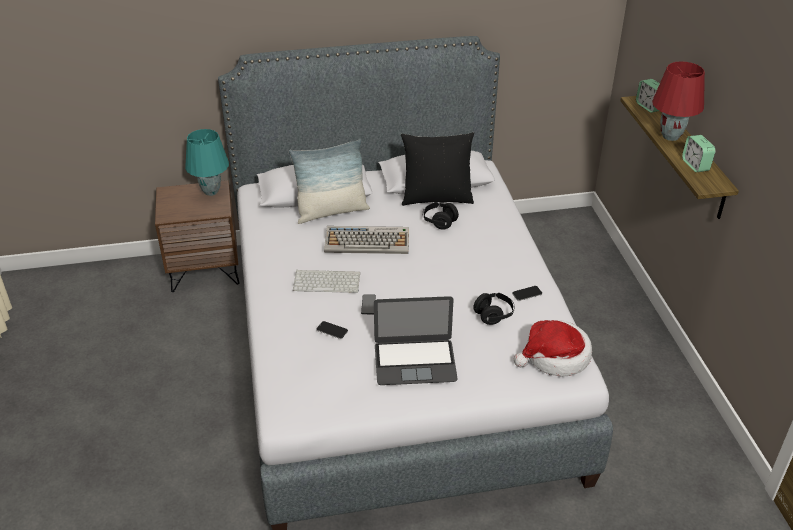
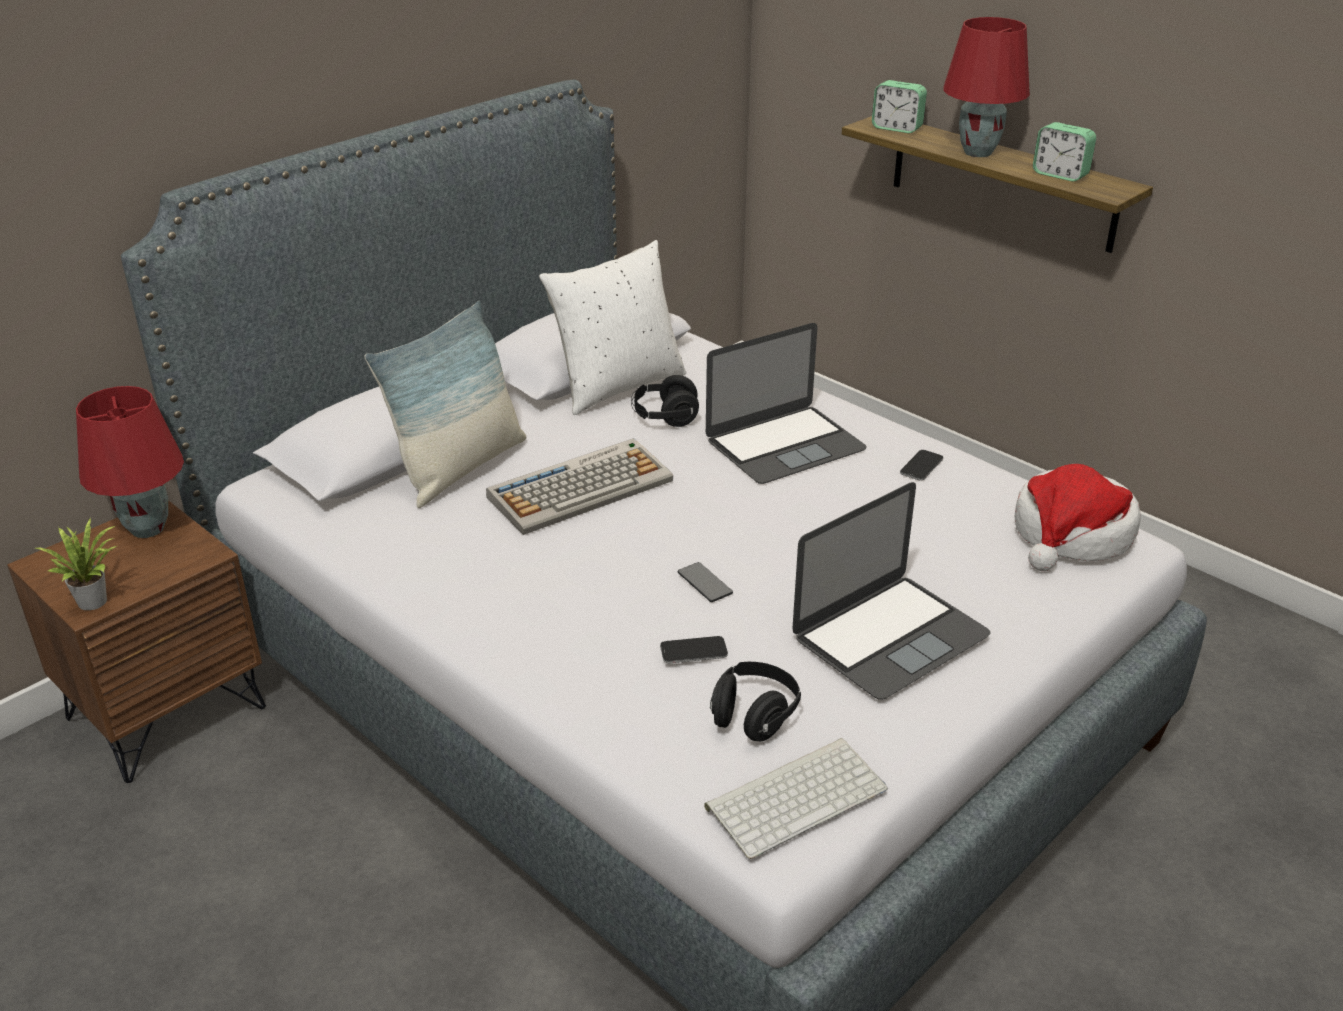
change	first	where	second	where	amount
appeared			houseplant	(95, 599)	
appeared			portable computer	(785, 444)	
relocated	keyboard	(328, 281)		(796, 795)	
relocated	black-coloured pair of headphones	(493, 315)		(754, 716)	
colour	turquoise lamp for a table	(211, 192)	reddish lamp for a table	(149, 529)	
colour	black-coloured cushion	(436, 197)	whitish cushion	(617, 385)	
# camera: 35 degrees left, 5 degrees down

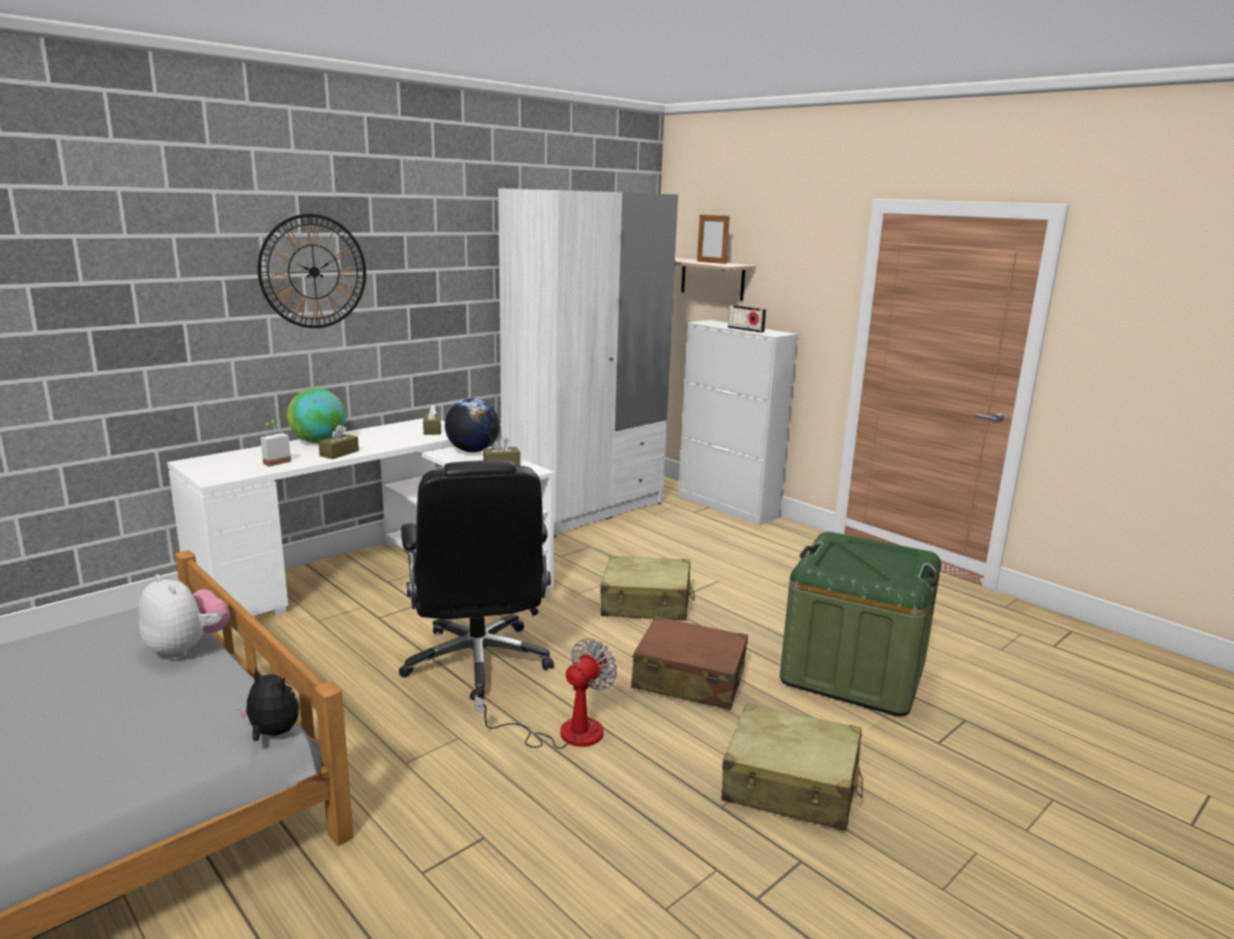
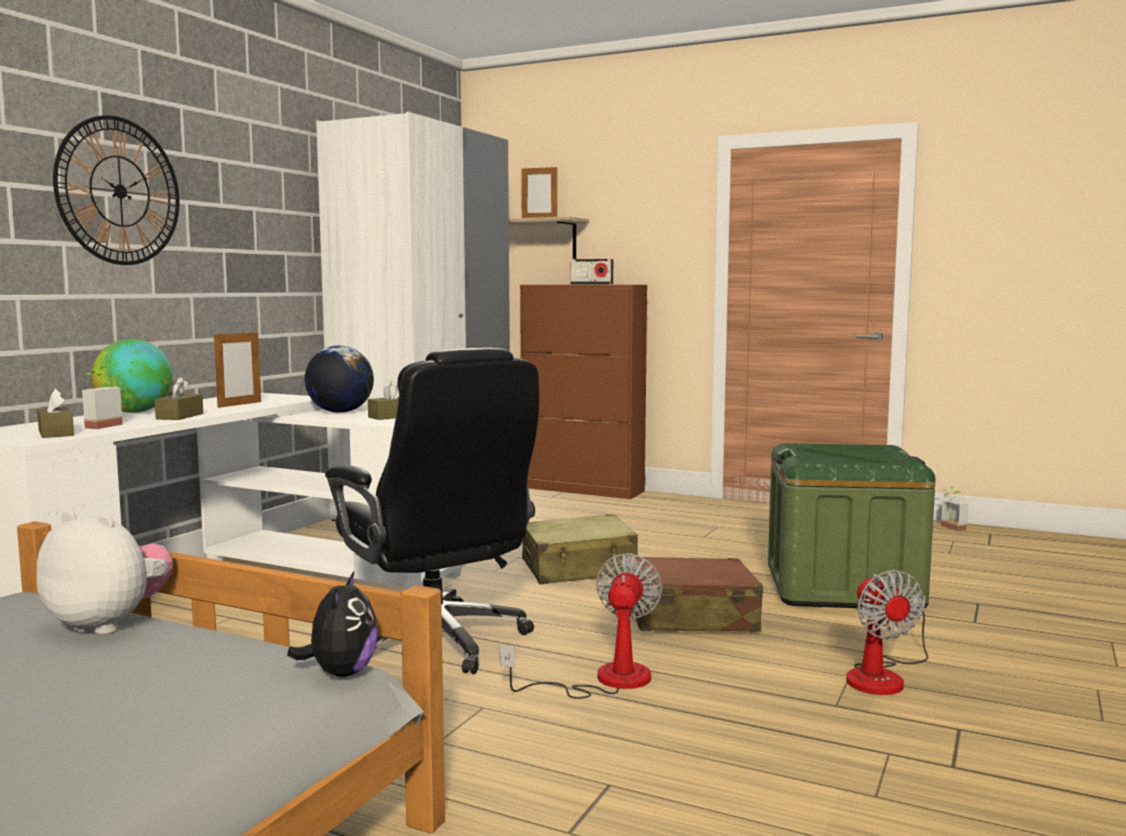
change	first	where	second	where	amount
appeared			photo frame	(239, 404)	
appeared			houseplant	(949, 528)	
relocated	brownish tissue box	(432, 430)		(56, 433)	
exchanged	beige-coloured piece of luggage	(791, 785)	cooling fan	(883, 676)	
colour	whitish storage cabinet	(728, 506)	brownish storage cabinet	(582, 489)	
spun	plush toy	(272, 734)		(341, 673)	90 degrees clockwise
# camera: 20 degrees left, 10 degrees down

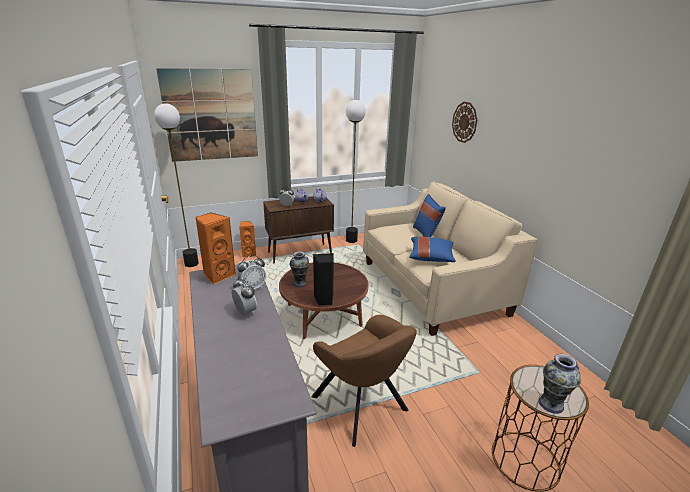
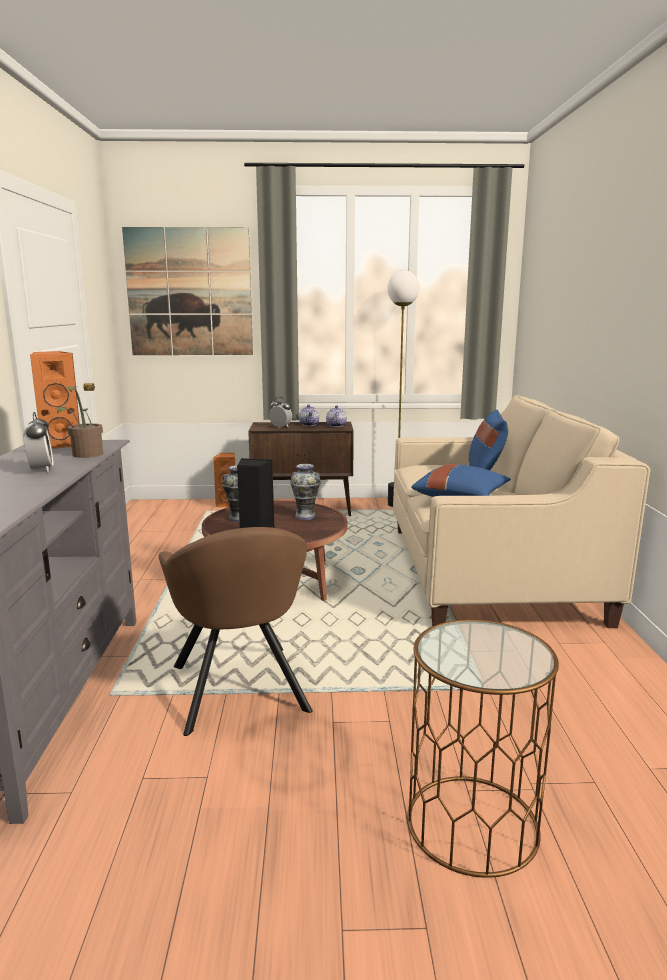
change	first	where	second	where	amount
missing	floor lamp	(191, 263)			
missing	clock on the wall	(464, 122)			
relocated	flower vase	(551, 404)		(305, 516)	
exchanged	bedside clock	(253, 287)	houseplant	(85, 455)	
# camera: 20 degrees right, 10 degrees down

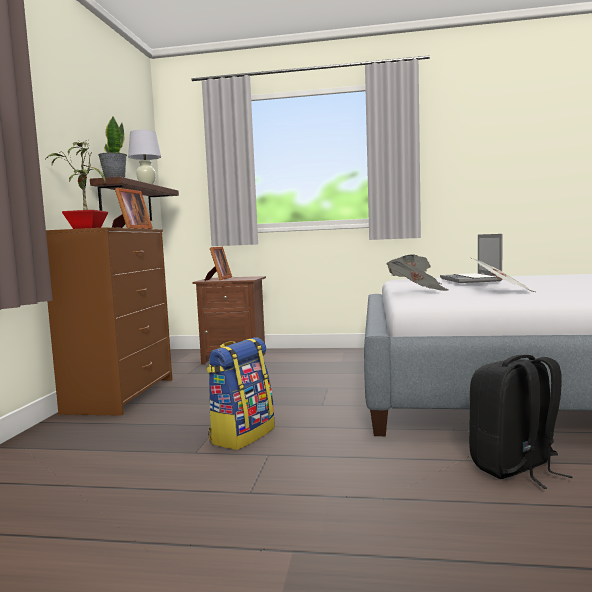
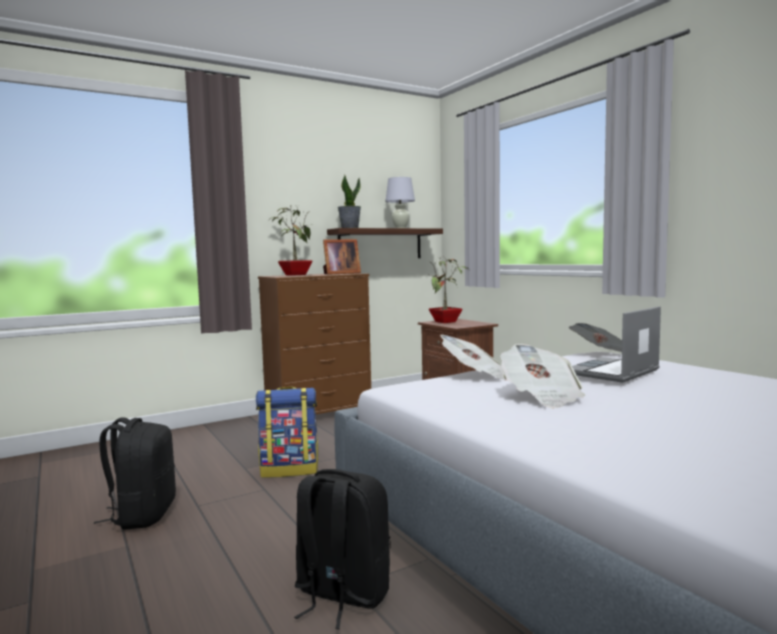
change	first	where	second	where	amount
appeared			black-coloured backpack	(142, 515)	
exchanged	photo frame	(218, 279)	houseplant	(446, 322)	
# camera: 50 degrees right, 0 degrees up

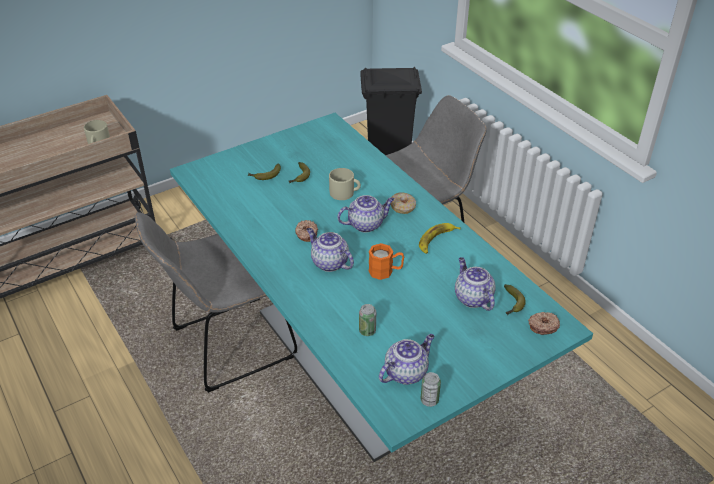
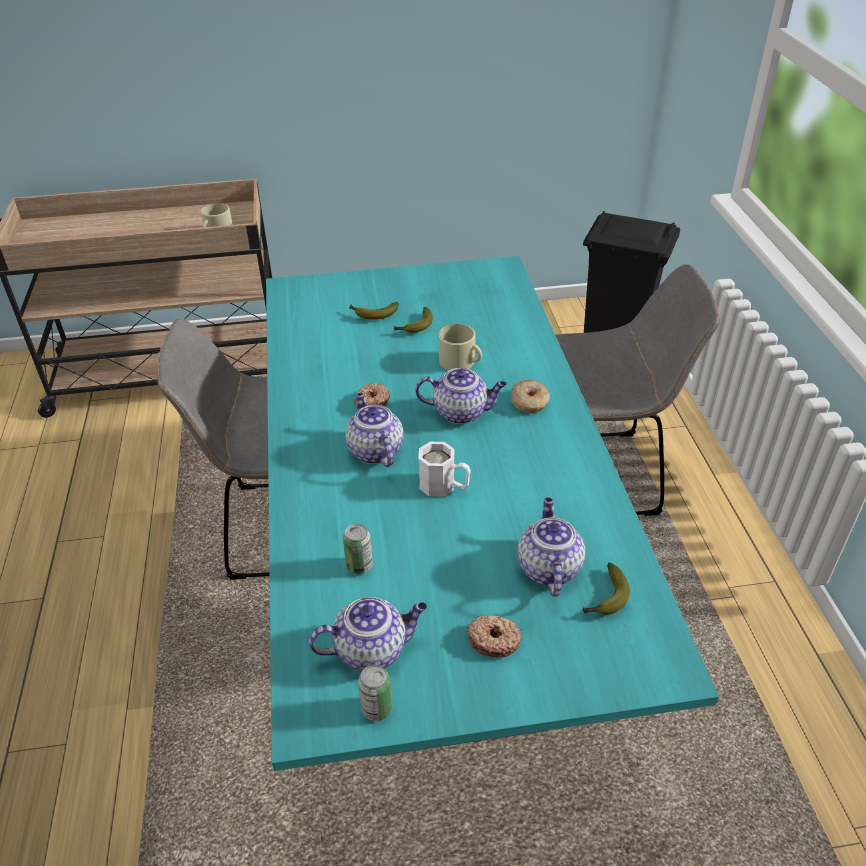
change	first	where	second	where	amount
missing	banana fruit	(436, 240)			
relocated	ring doughnut	(543, 326)		(494, 640)	
colour	orange-coloured coffee mug	(385, 271)	whitish coffee mug	(444, 486)	
# camera: 25 degrees right, 0 degrees up

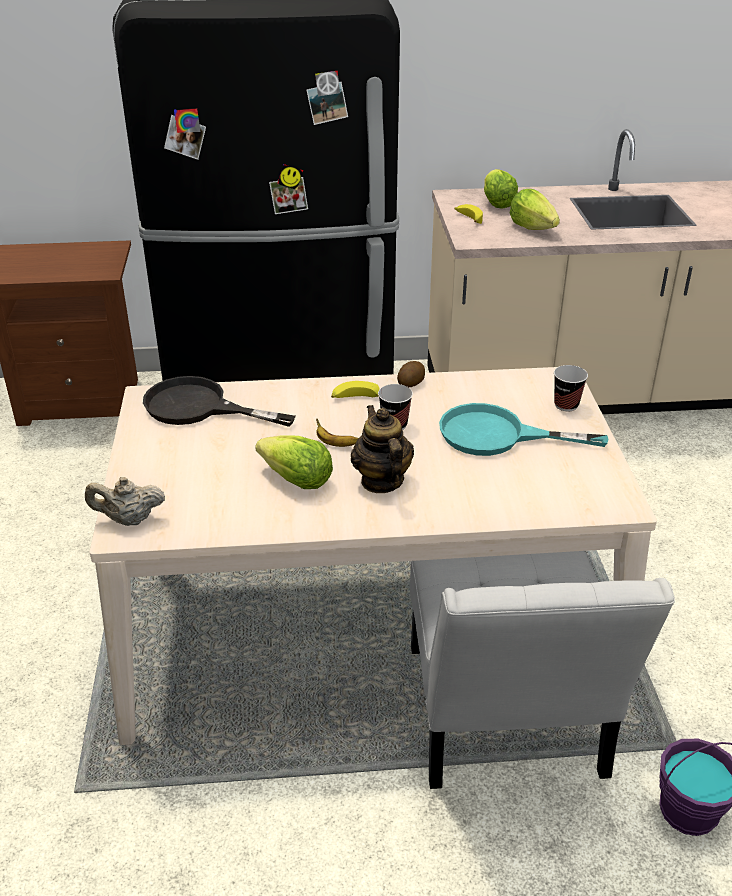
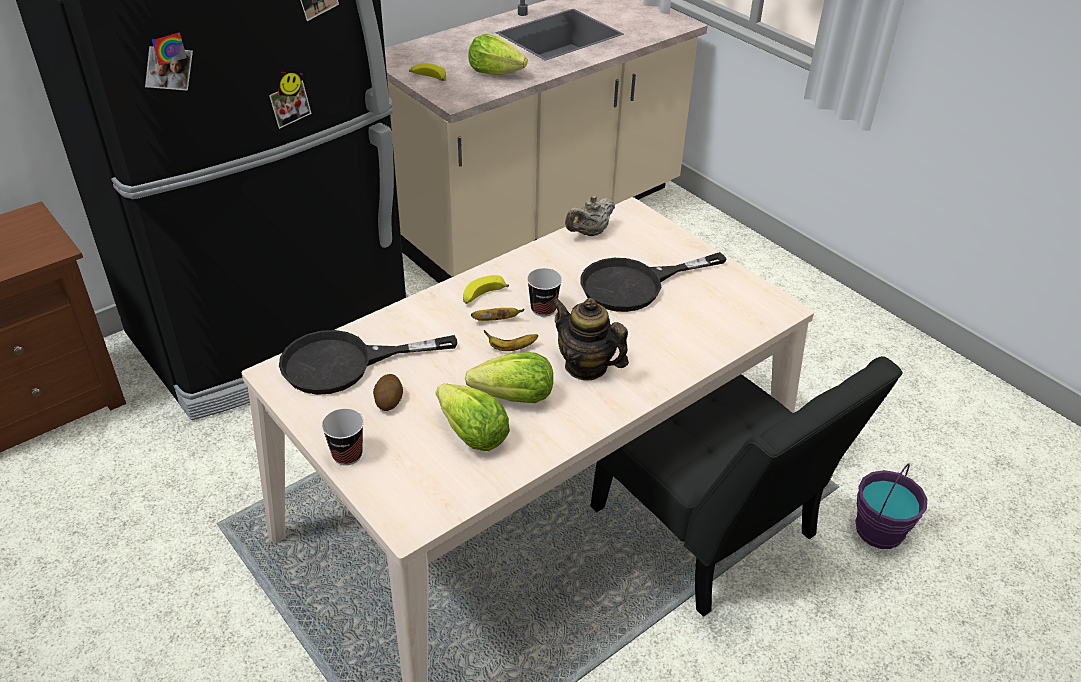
change	first	where	second	where	amount
appeared			banana fruit	(496, 320)	
relocated	beige-coloured teapot	(129, 520)		(589, 233)	
relocated	spud	(411, 383)		(389, 401)	
relocated	head of lettuce	(497, 204)		(472, 435)	
relocated	small cup	(566, 405)		(347, 455)	
colour	whitish upright chair	(505, 721)	black-coloured upright chair	(710, 531)	
colour	turquoise skillet	(497, 435)	black-coloured skillet	(635, 285)	
# camera: 35 degrees left, 5 degrees up

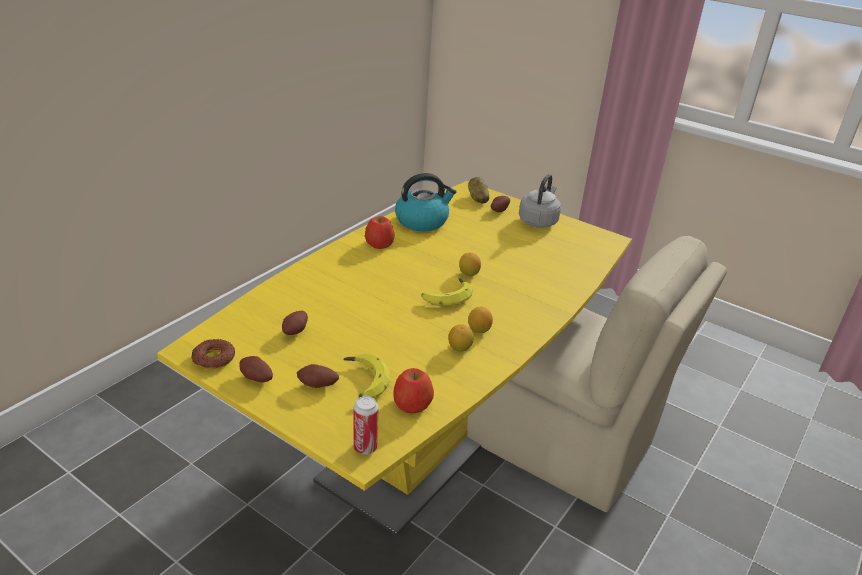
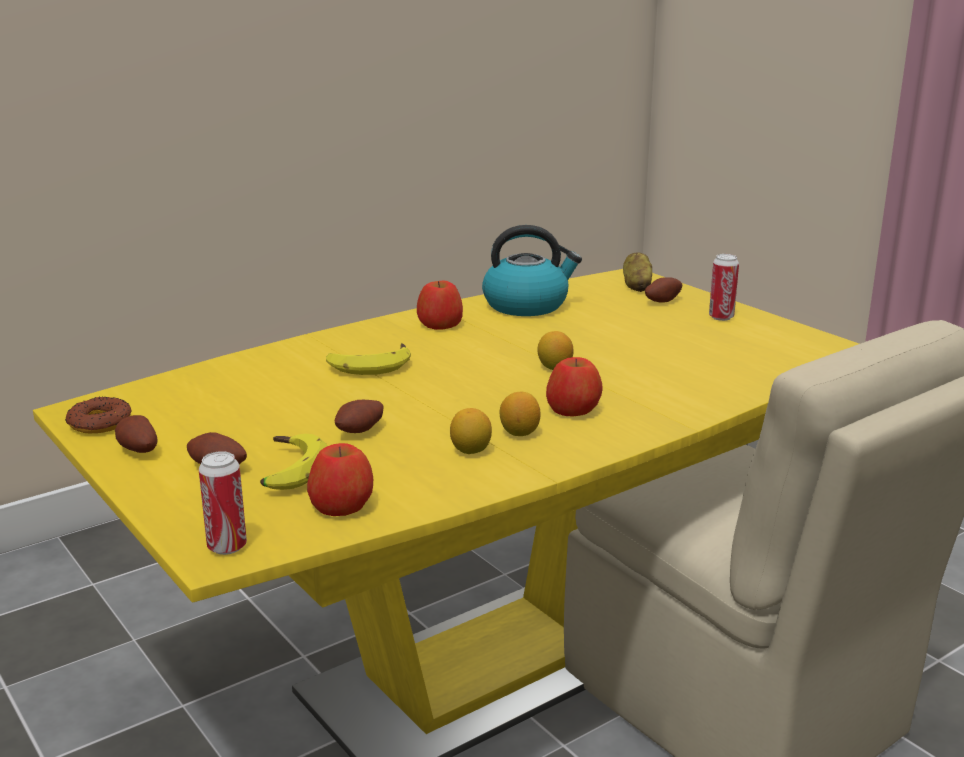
change	first	where	second	where	amount
appeared			apple fruit	(573, 410)	
relocated	spud	(296, 331)		(361, 432)	
relocated	banana fruit	(446, 296)		(369, 365)	
exchanged	greyish water kettle	(538, 221)	can	(721, 317)	
# camera: 20 degrees right, 10 degrees down

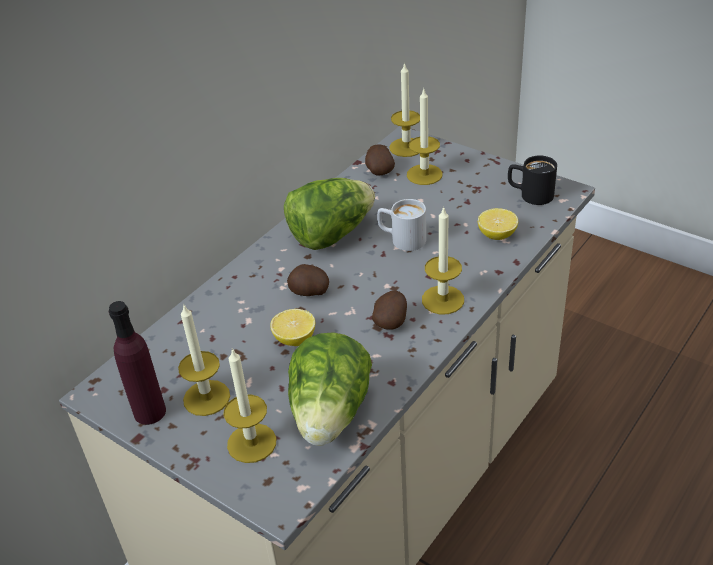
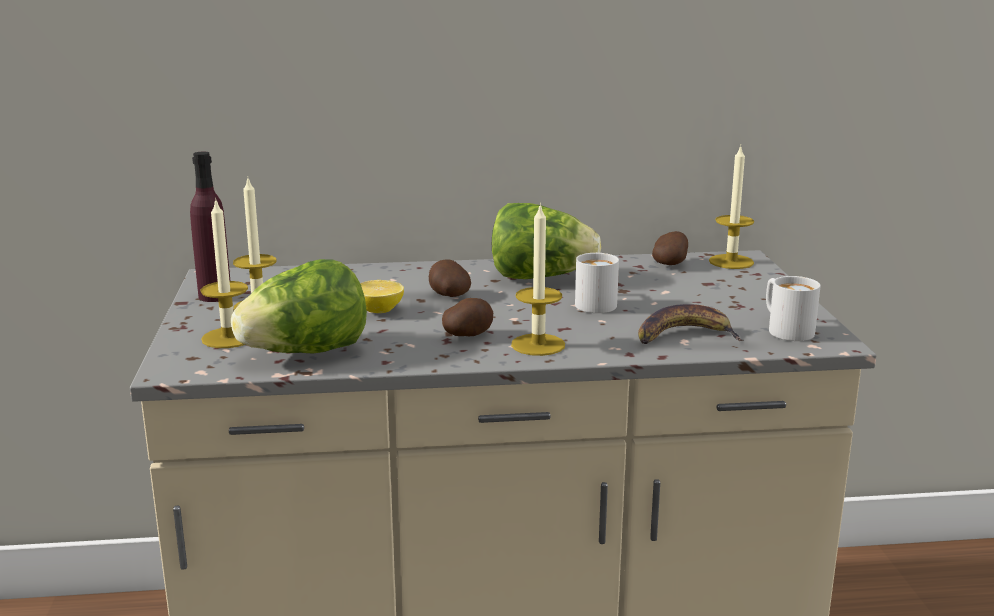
change	first	where	second	where	amount
missing	wax candle	(424, 174)			
exchanged	citrus fruit	(497, 235)	banana fruit	(685, 336)	
colour	black-coloured coffee mug	(530, 194)	whitish coffee mug	(785, 329)	
# camera: 45 degrees right, 20 degrees down

